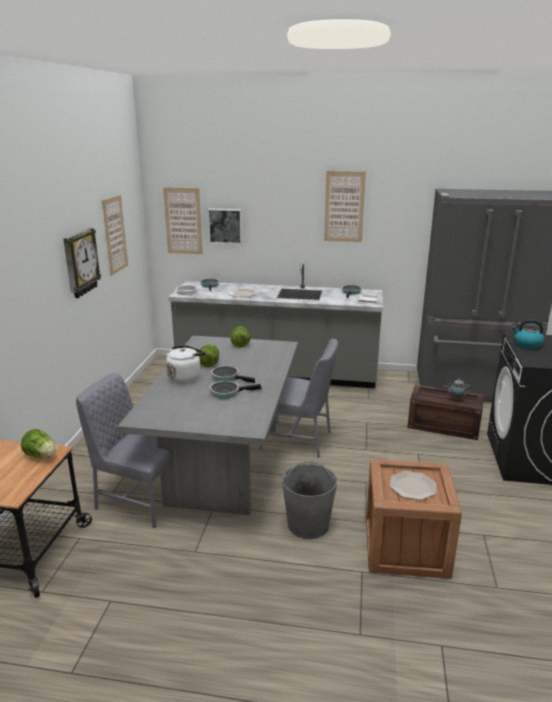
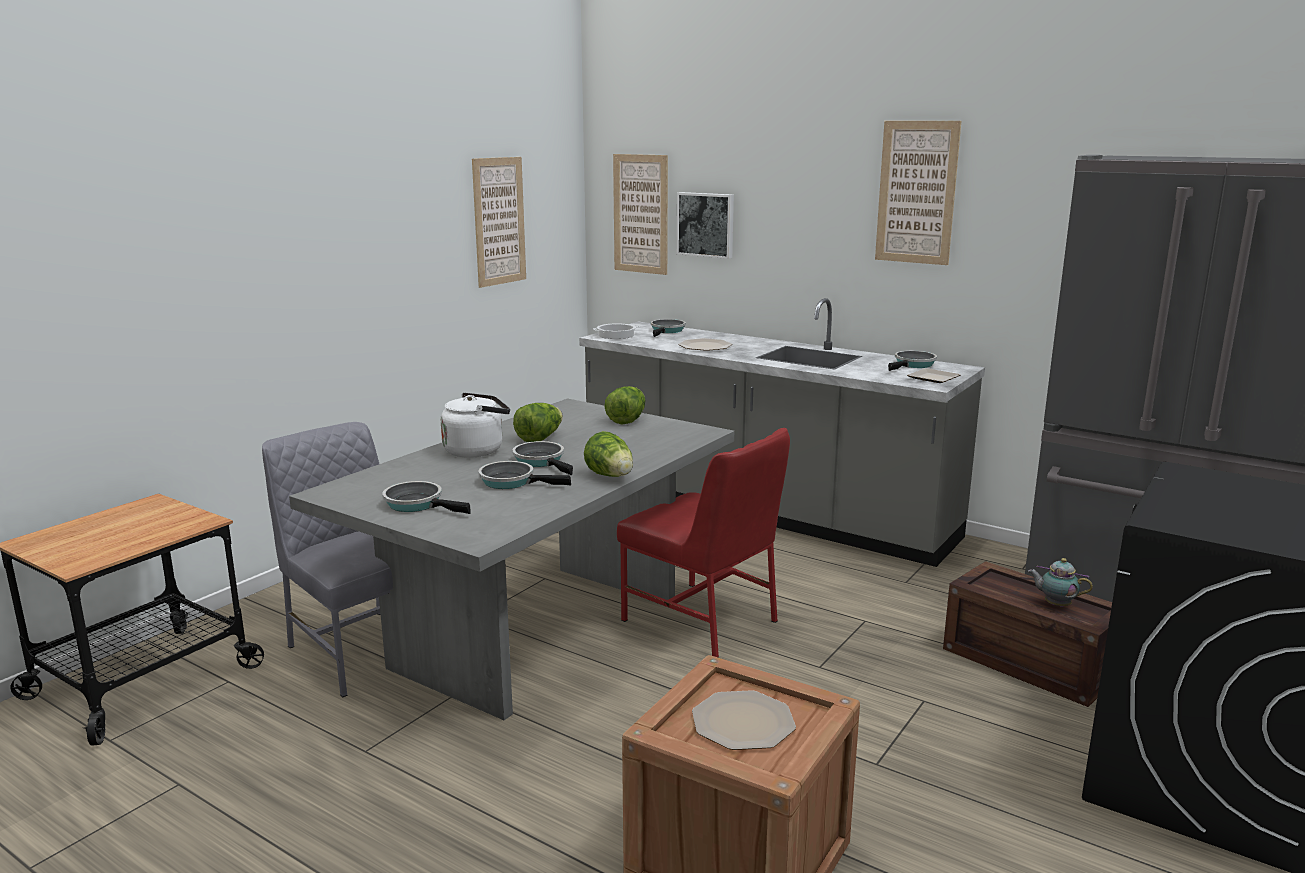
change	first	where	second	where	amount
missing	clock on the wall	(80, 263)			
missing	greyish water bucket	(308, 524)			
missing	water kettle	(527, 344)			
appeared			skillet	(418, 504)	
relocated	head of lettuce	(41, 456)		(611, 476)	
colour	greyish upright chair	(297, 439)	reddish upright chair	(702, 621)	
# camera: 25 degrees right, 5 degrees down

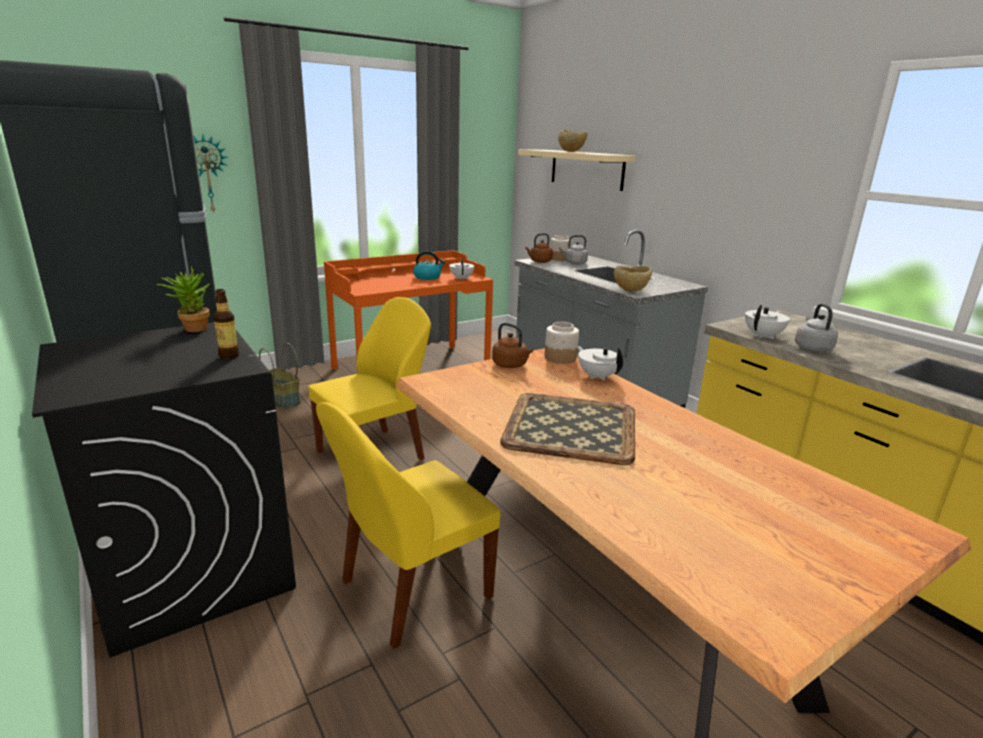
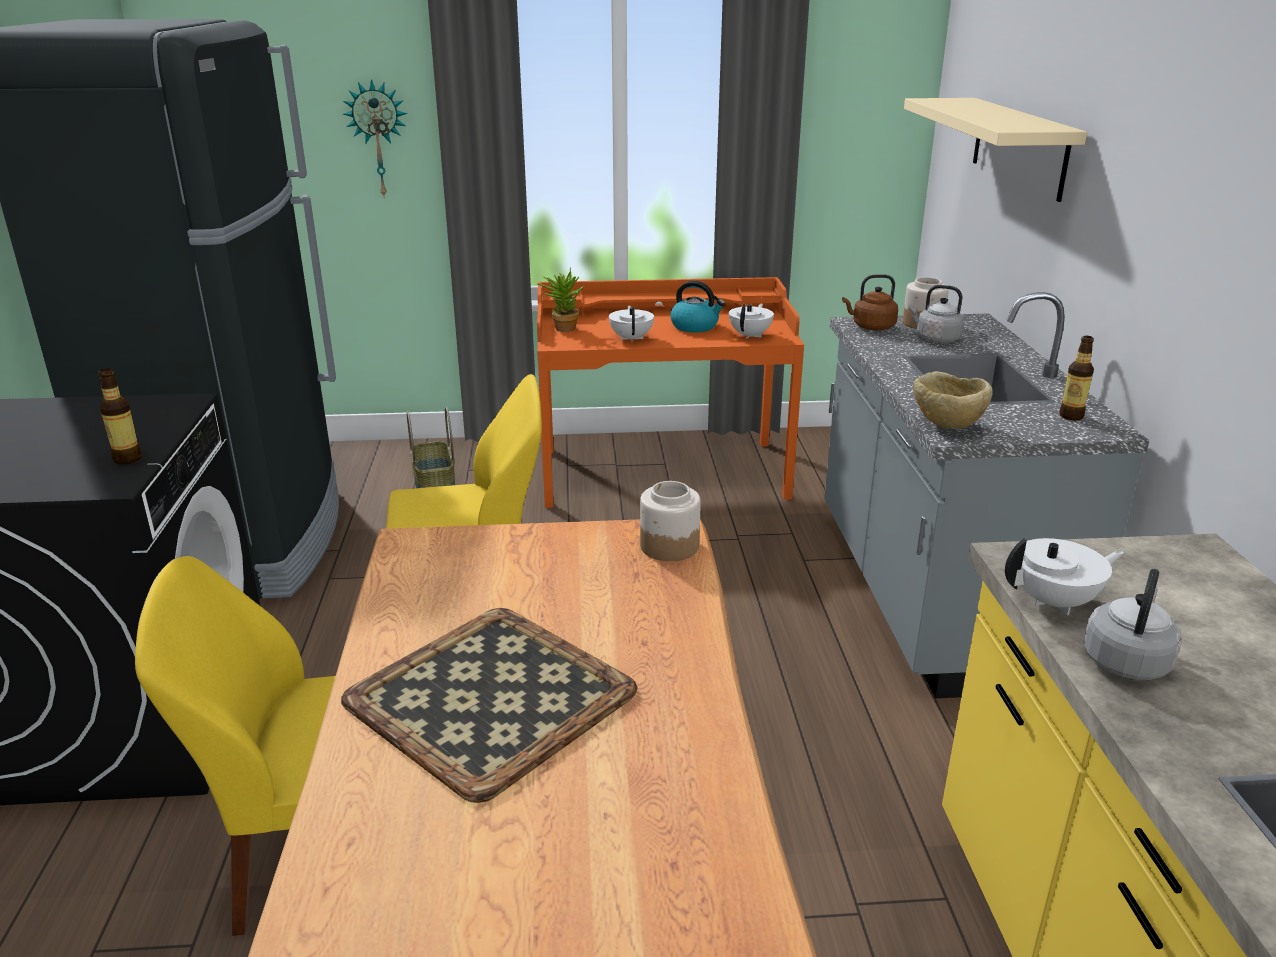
change	first	where	second	where	amount
missing	brownish water kettle	(511, 365)			
missing	beige-coloured deep dish	(572, 151)			
appeared			beverage bottle	(1071, 416)	
relocated	houseplant	(192, 328)		(562, 328)	
relocated	whitish teapot	(597, 376)		(631, 338)	
# camera: 30 degrees right, 5 degrees up

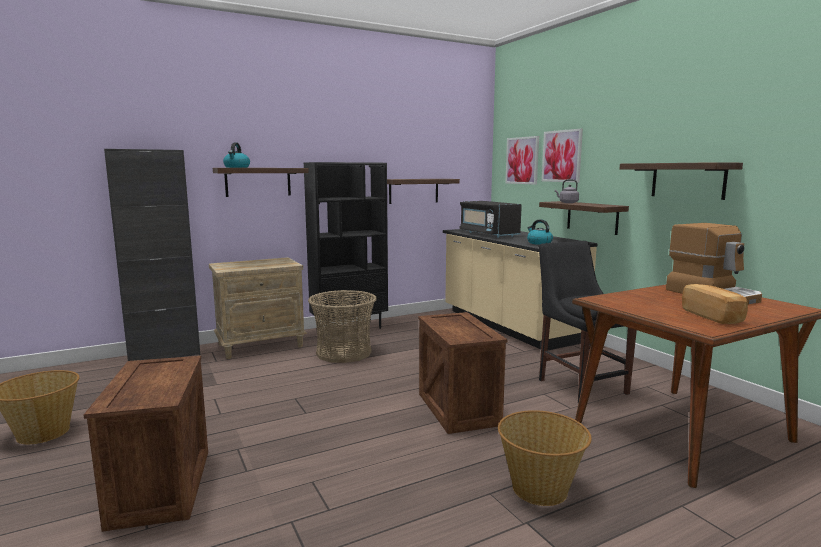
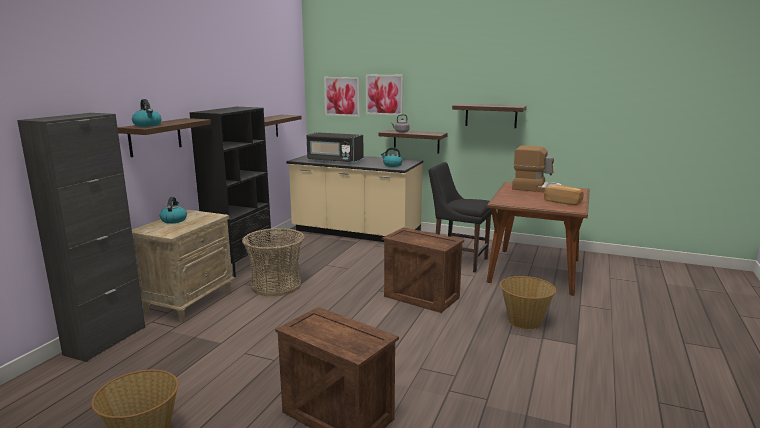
change	first	where	second	where	amount
appeared			water kettle	(174, 220)	
# camera: 40 degrees left, 5 degrees up

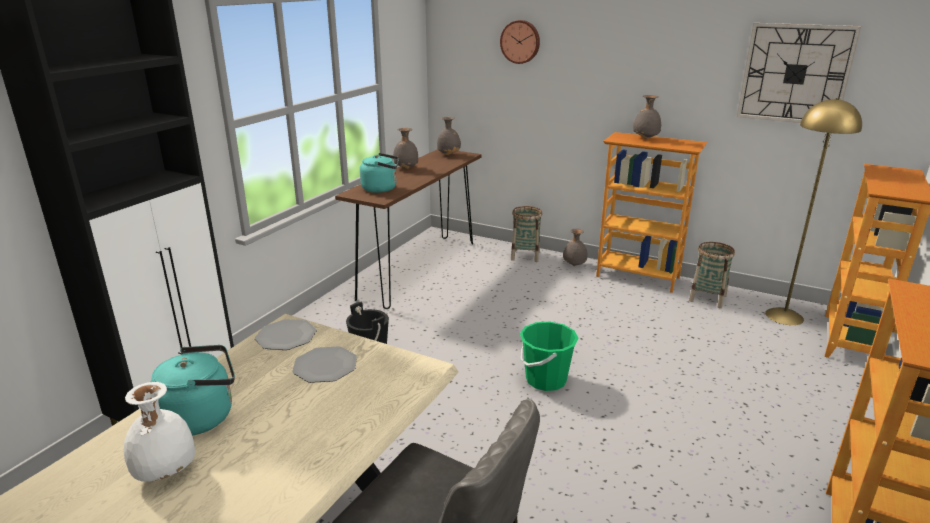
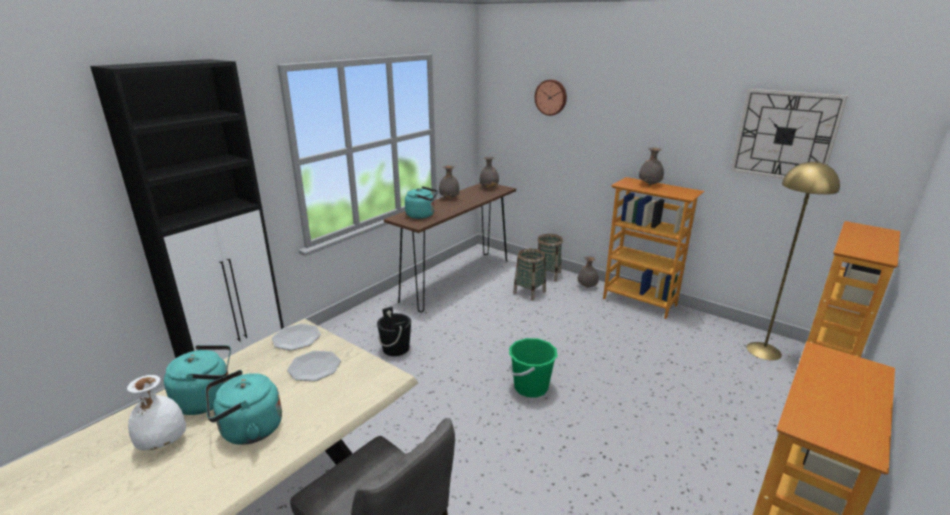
change	first	where	second	where	amount
appeared			turquoise water kettle	(248, 430)	
relocated	storage basket	(707, 298)		(529, 292)	
# camera: 10 degrees right, 0 degrees up

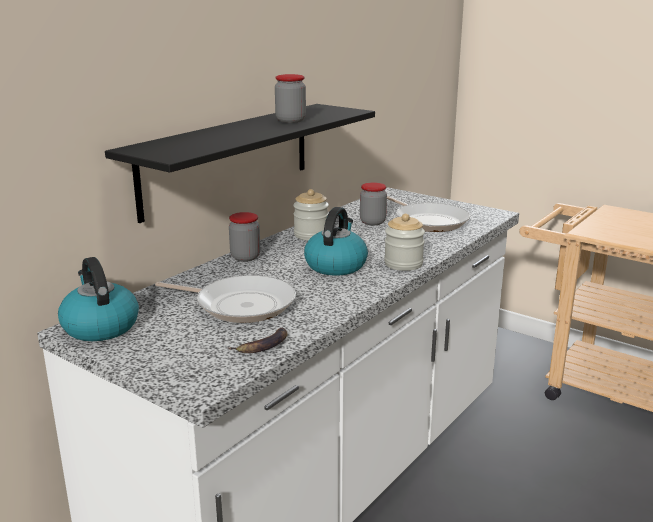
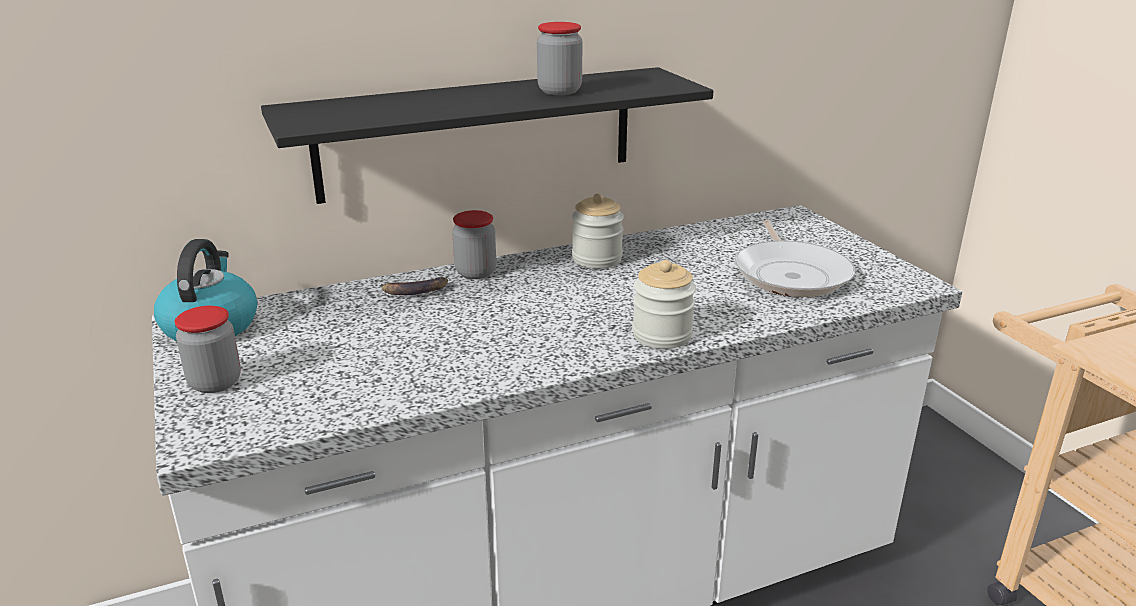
change	first	where	second	where	amount
missing	skillet	(240, 305)			
missing	water kettle	(335, 265)			
relocated	banana fruit	(262, 345)		(414, 291)	
relocated	storage jar	(372, 222)		(215, 382)	
# camera: 30 degrees right, 5 degrees up

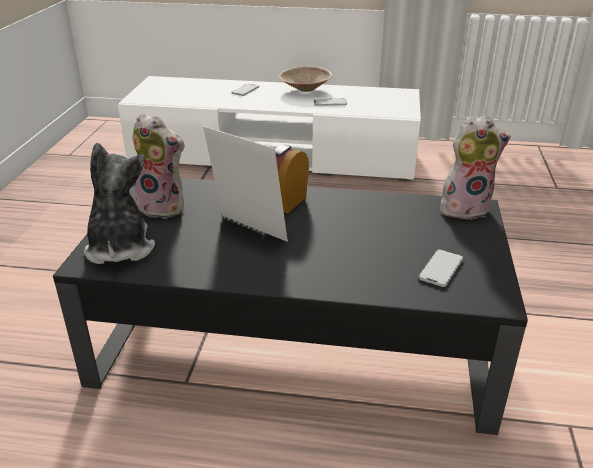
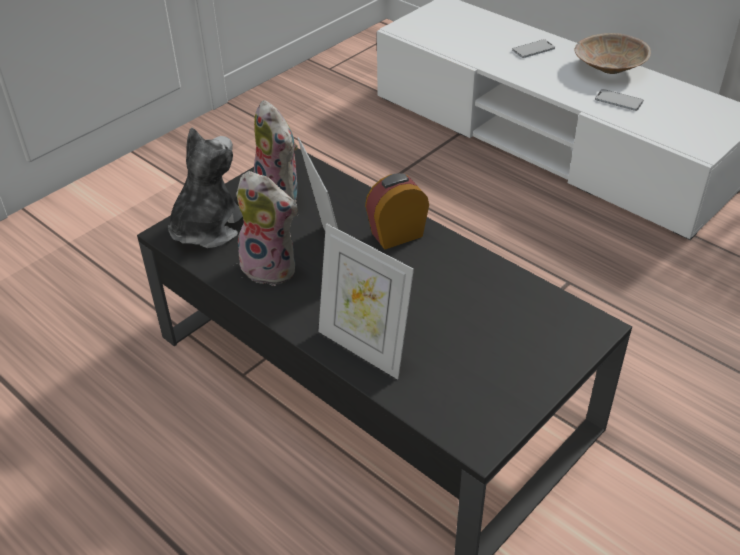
change	first	where	second	where	amount
missing	phone	(441, 269)			
appeared			photo frame	(364, 348)	
relocated	plush toy	(465, 208)		(272, 267)	
# camera: 35 degrees right, 10 degrees up

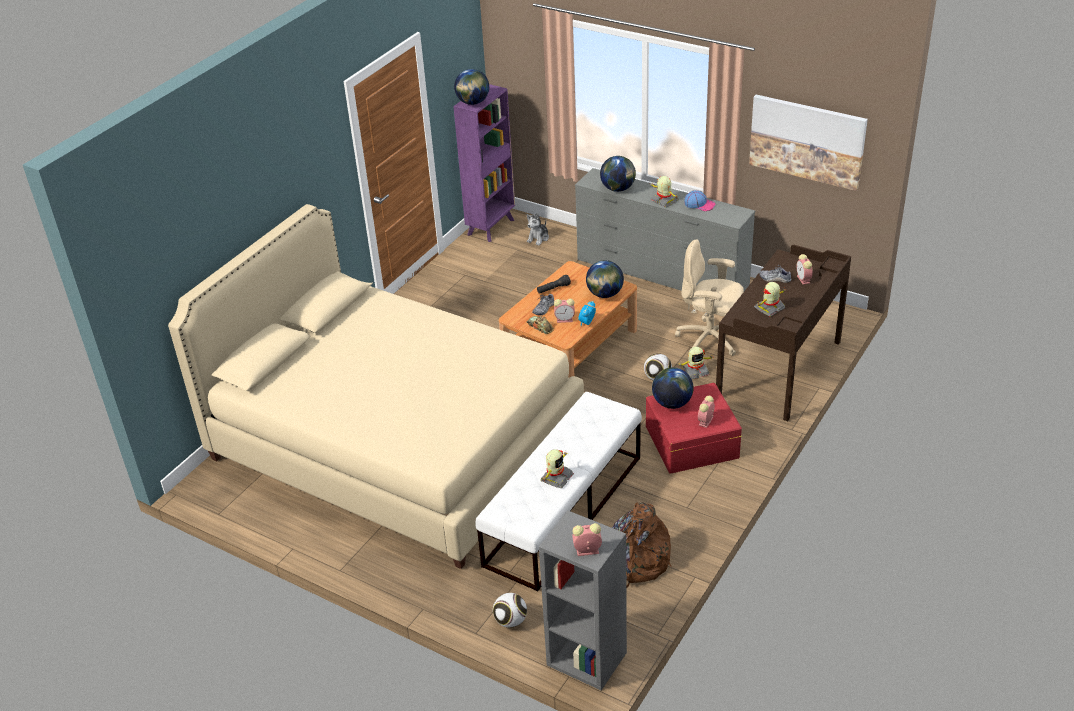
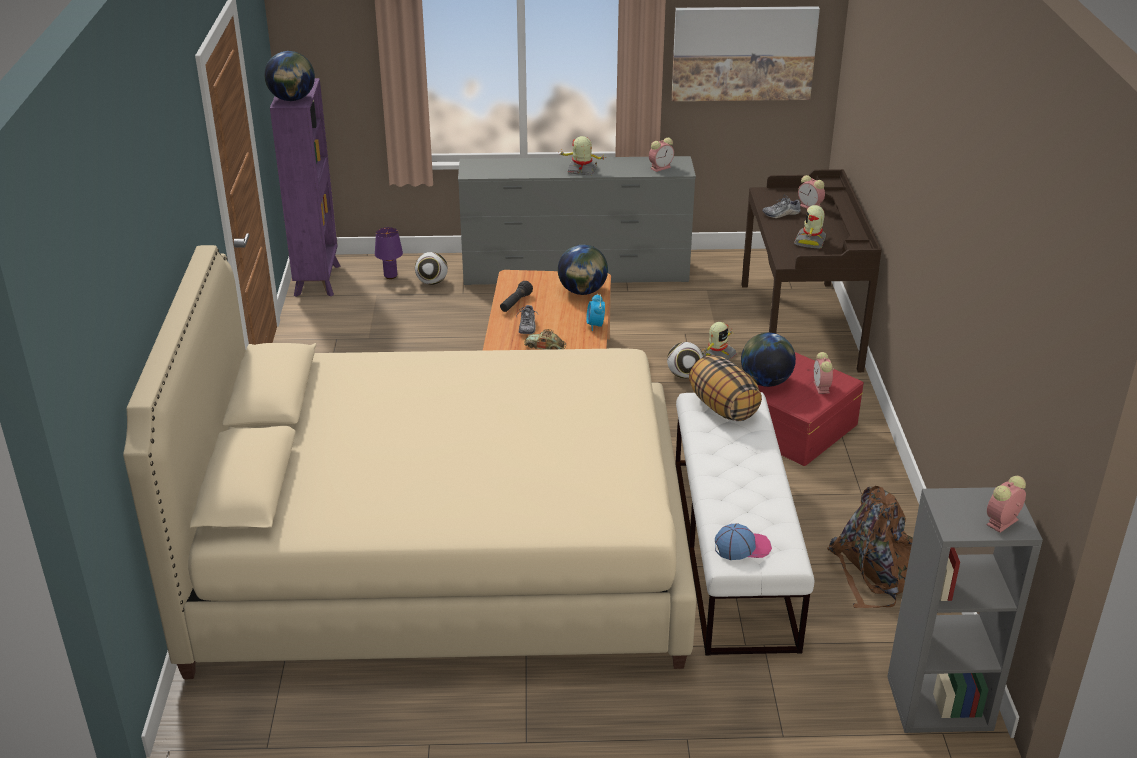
change	first	where	second	where	amount
missing	model robot	(556, 477)			
missing	desk globe	(618, 189)			
missing	beige-coloured office chair	(710, 340)			
appeared			cushion	(722, 407)	
relocated	football	(511, 621)		(432, 282)	
relocated	bedside clock	(565, 319)		(661, 167)	
relocated	peaked cap	(699, 204)		(742, 547)	
exchanged	plush toy	(538, 238)	purple-coloured lamp for a table	(391, 276)	
# camera: 35 degrees left, 5 degrees down

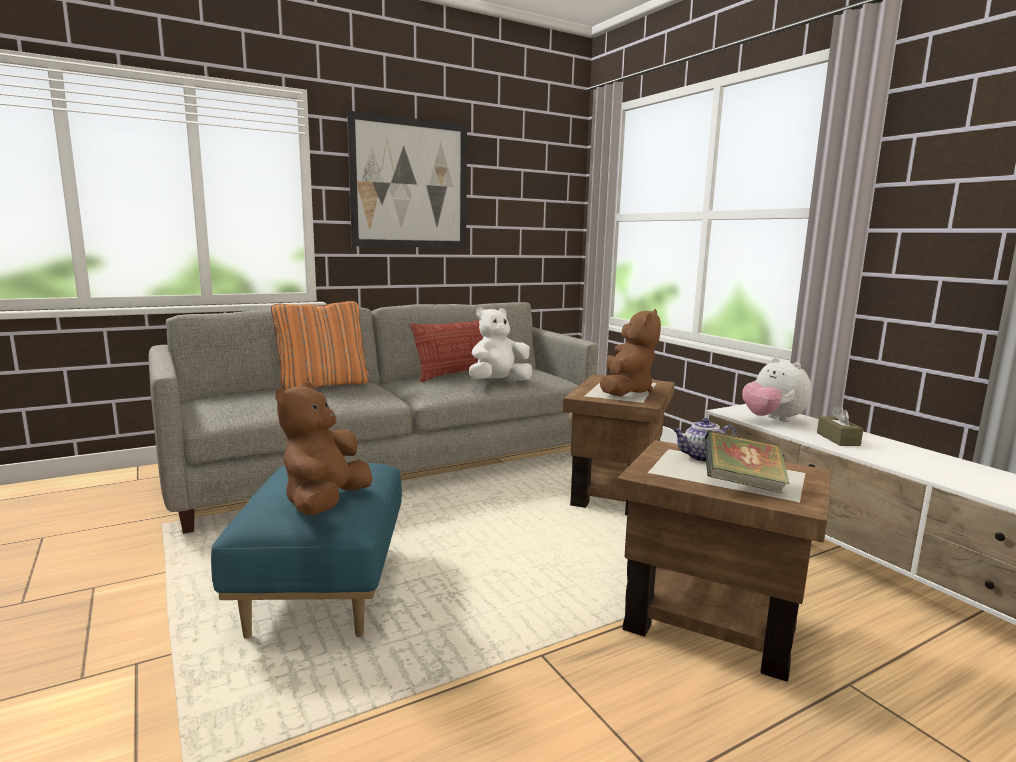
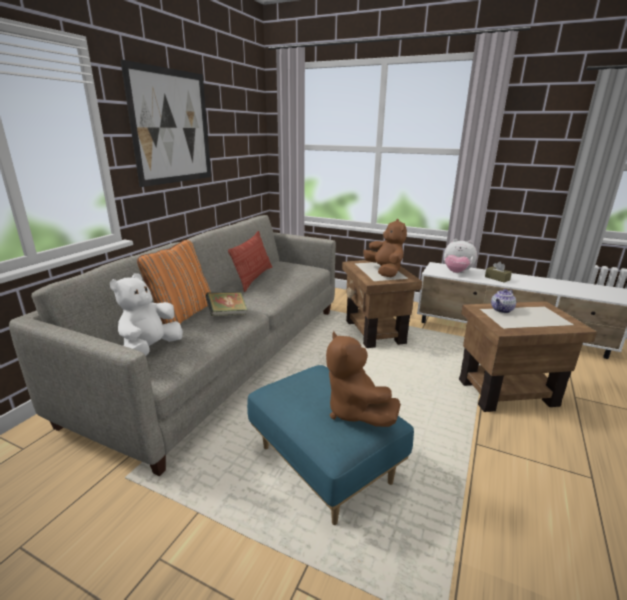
change	first	where	second	where	amount
relocated	whitish plush toy	(498, 382)		(150, 349)	
relocated	book	(742, 484)		(227, 314)	
# camera: 35 degrees left, 10 degrees up

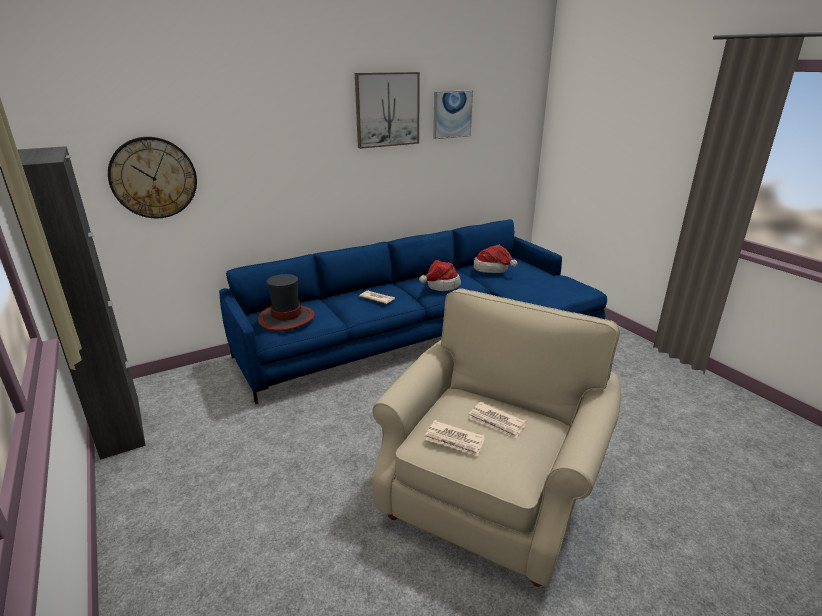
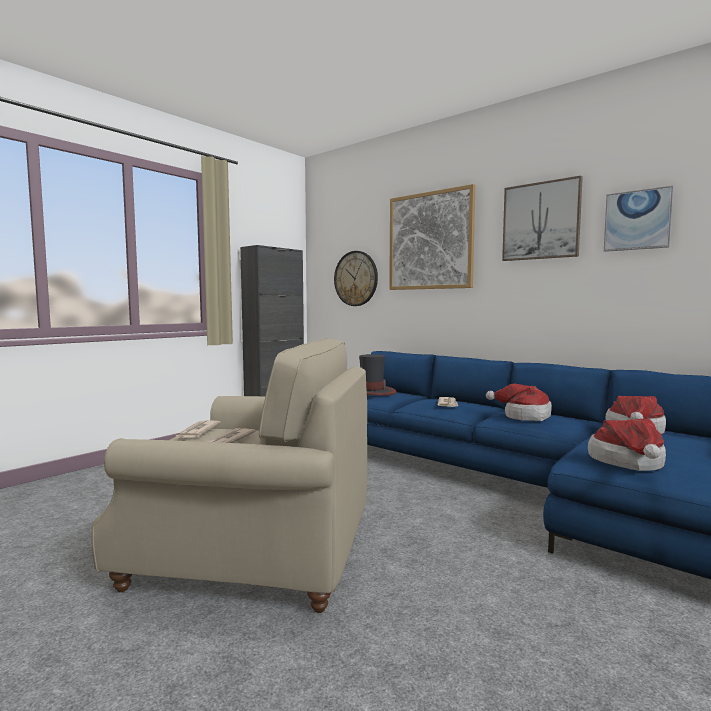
change	first	where	second	where	amount
appeared			picture	(430, 241)	
appeared			wearable hat	(628, 463)	
# camera: 70 degrees right, 20 degrees down

